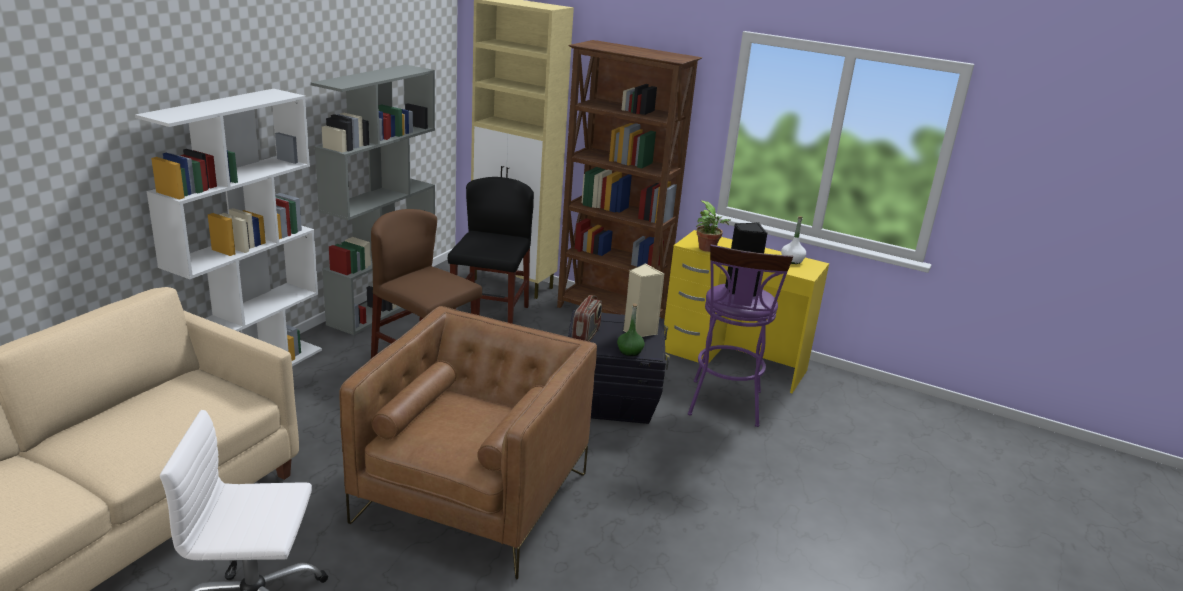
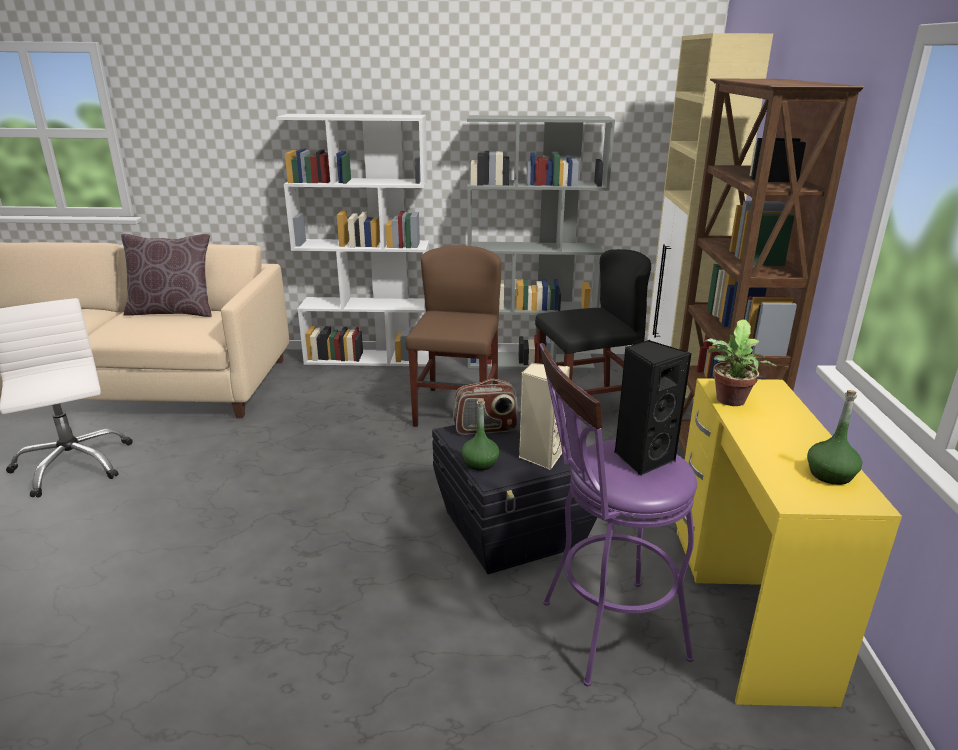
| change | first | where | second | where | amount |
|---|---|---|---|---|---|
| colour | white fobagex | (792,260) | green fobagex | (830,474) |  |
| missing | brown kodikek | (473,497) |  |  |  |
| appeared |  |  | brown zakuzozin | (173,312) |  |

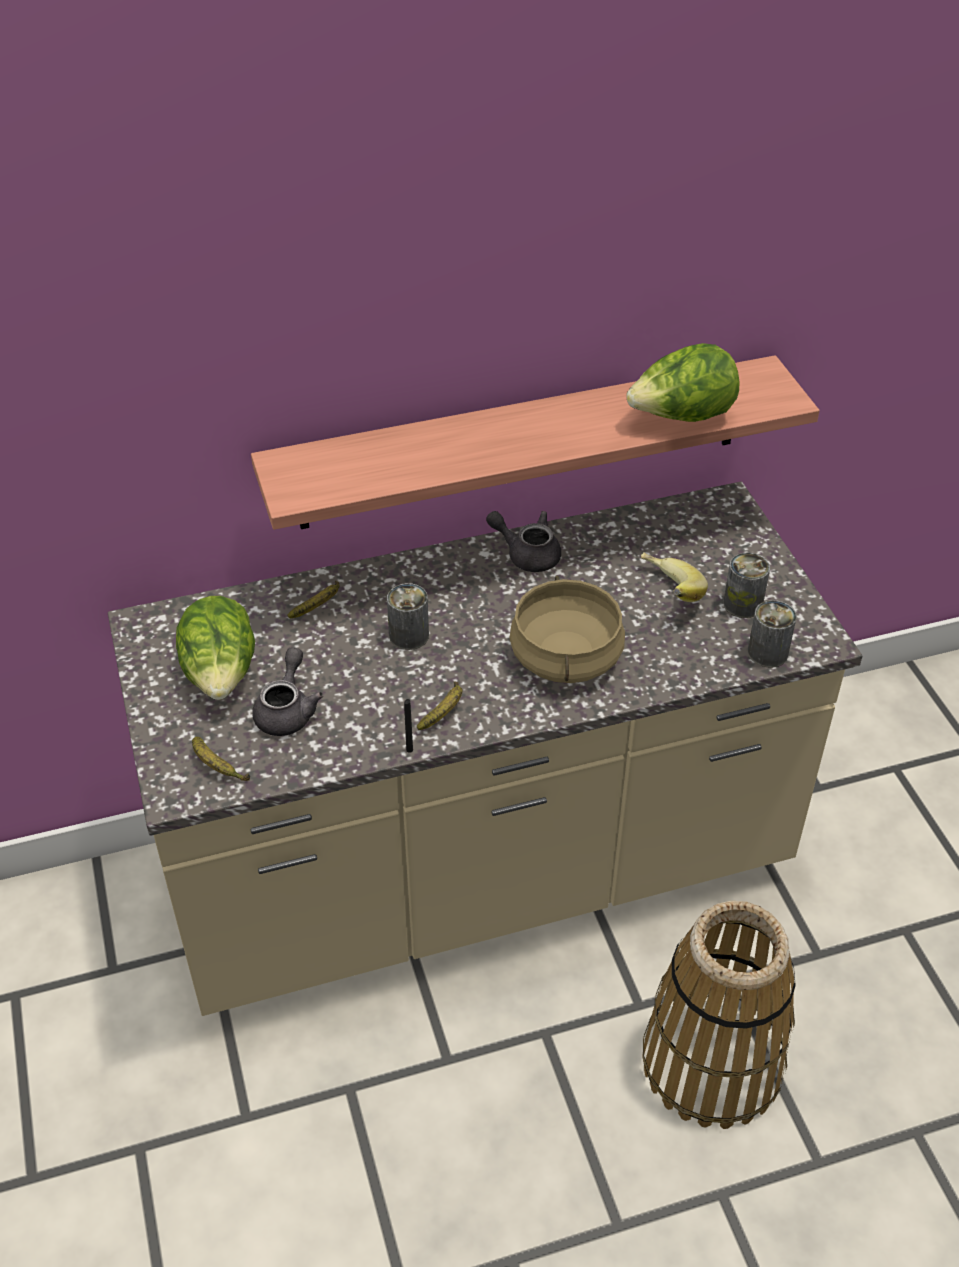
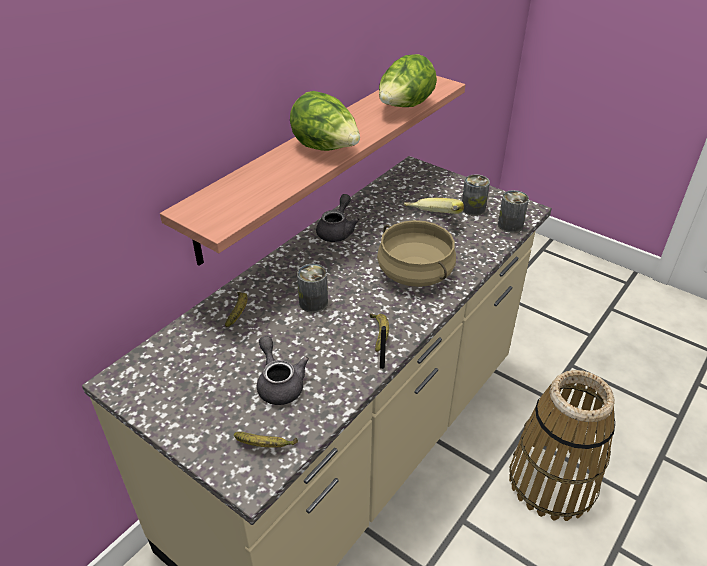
| change | first | where | second | where | amount |
|---|---|---|---|---|---|
| spun | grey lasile | (527,554) |  | (337,231) | 120 degrees clockwise |
| relocated | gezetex | (221,675) |  | (326,149) |  |

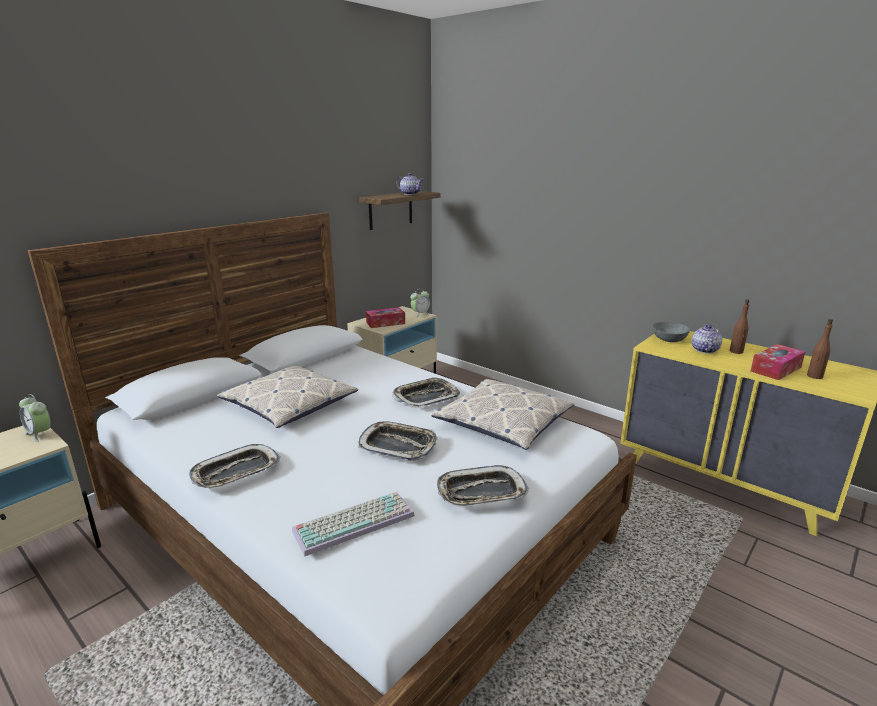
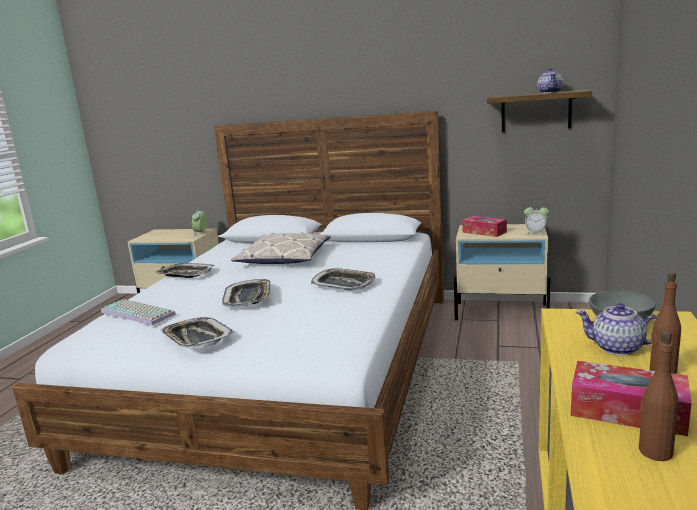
| change | first | where | second | where | amount |
|---|---|---|---|---|---|
| spun | lasile | (704,350) |  | (618,348) | 150 degrees counterclockwise |
| missing | zakuzozin | (503,422) |  |  |  |

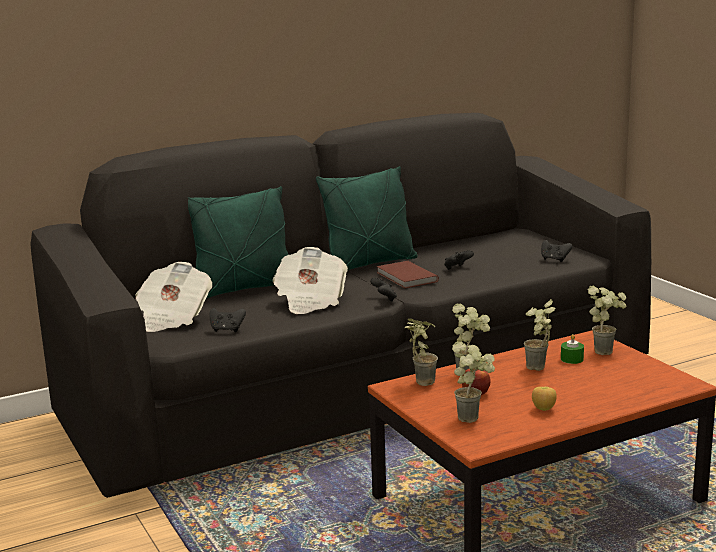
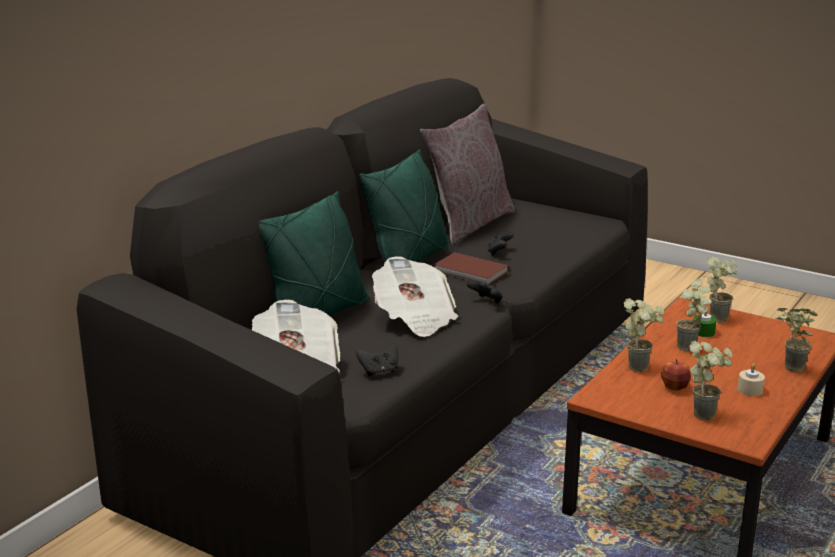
| change | first | where | second | where | amount |
|---|---|---|---|---|---|
| missing | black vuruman | (554,259) |  |  |  |
| relocated | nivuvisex | (419,381) |  | (788,369) |  |
| exchanged | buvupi | (543,409) | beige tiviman | (750,390) |  |
| appeared |  |  | grey zakuzozin | (468,224) |  |

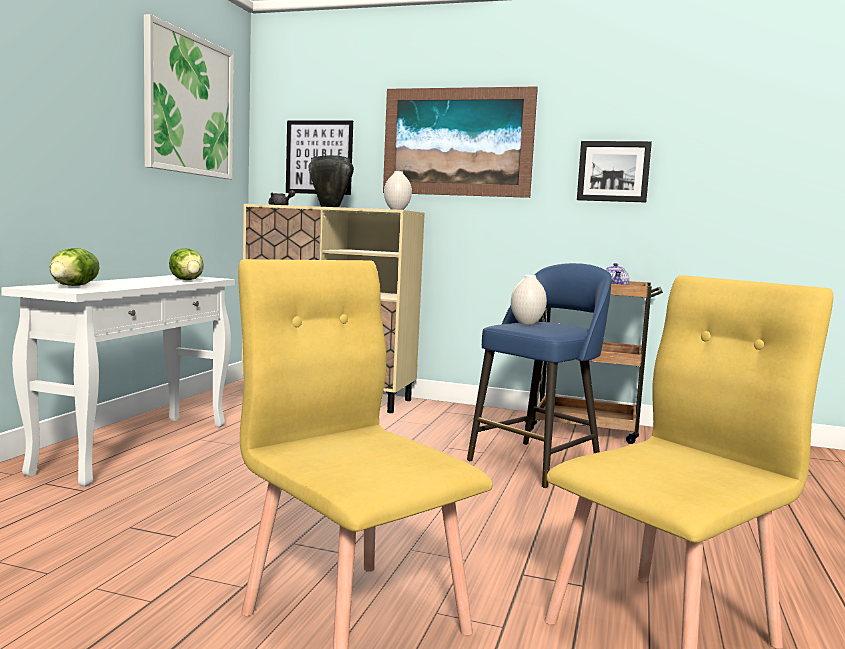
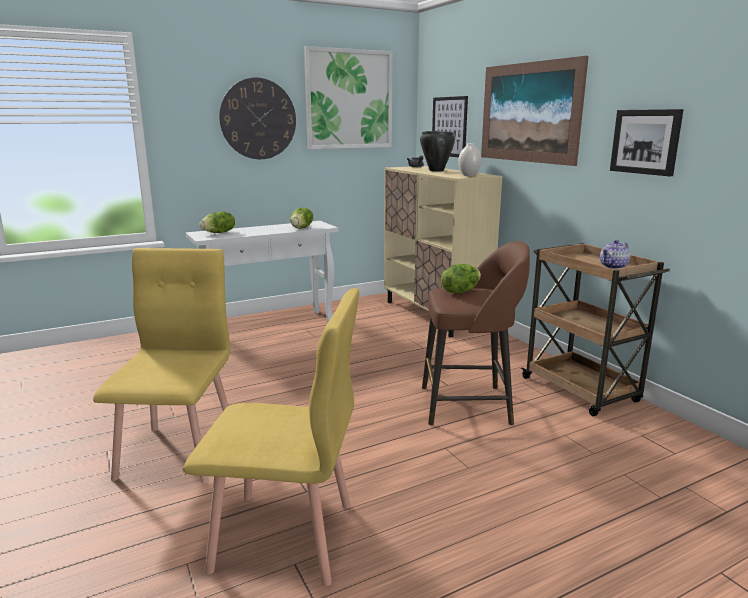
| change | first | where | second | where | amount |
|---|---|---|---|---|---|
| colour | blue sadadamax | (537,462) | brown sadadamax | (468,405) |  |
| exchanged | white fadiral | (526,323) | gezetex | (460,291) |  |
| appeared |  |  | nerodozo | (258,119) |  |

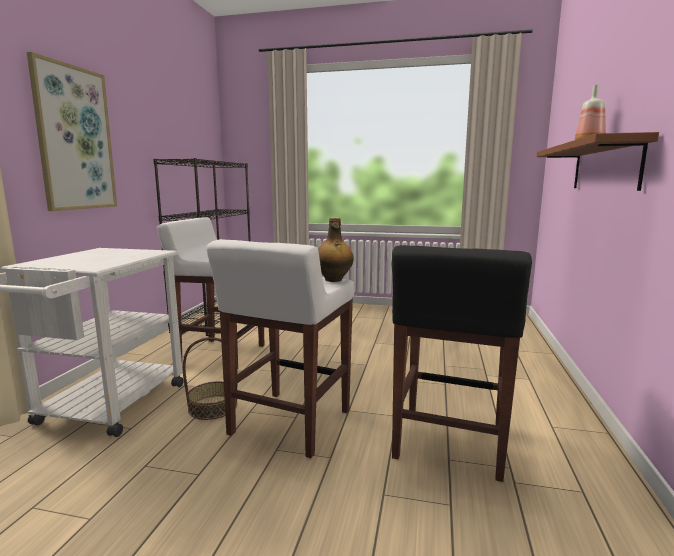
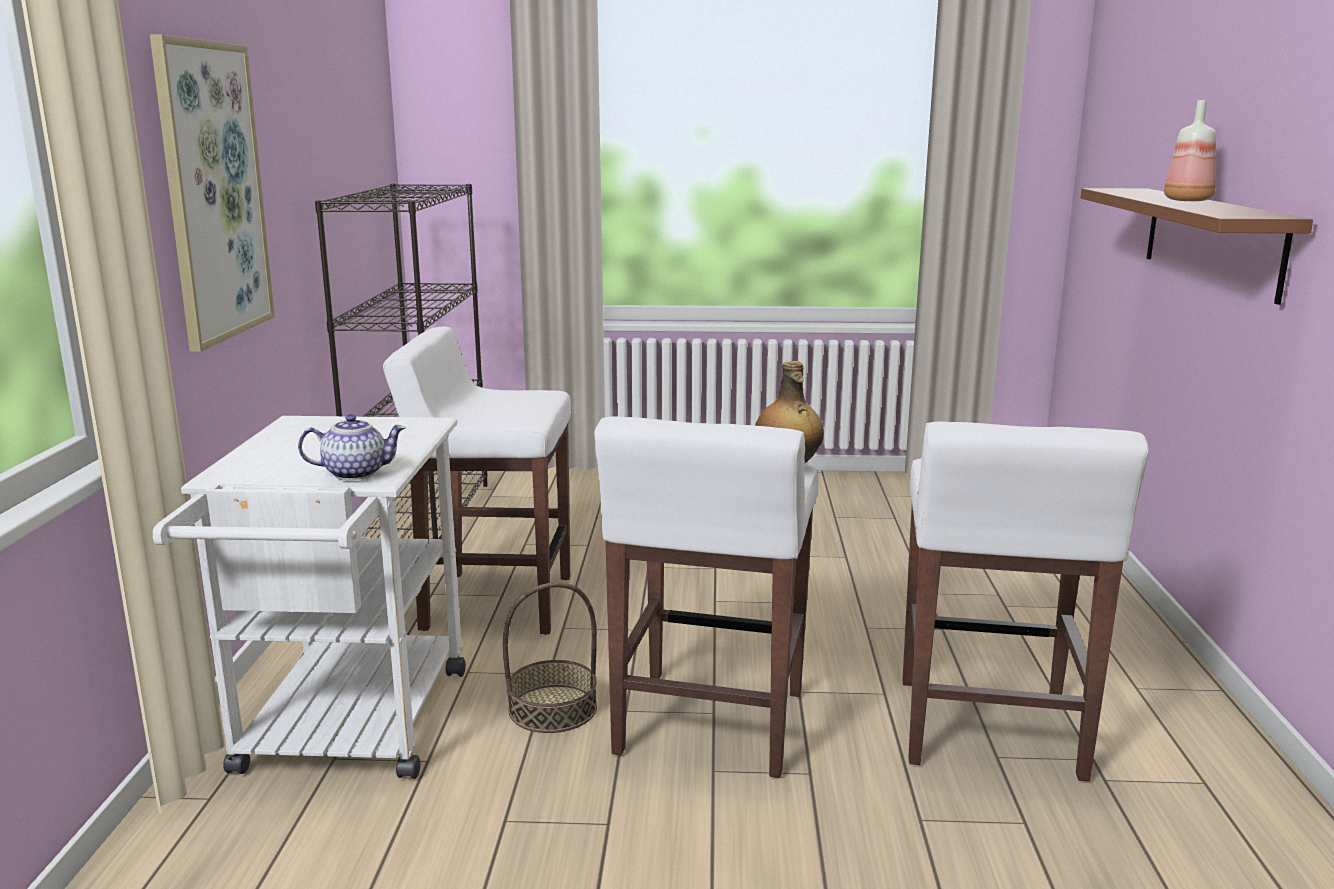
| change | first | where | second | where | amount |
|---|---|---|---|---|---|
| colour | black sadadamax | (449,443) | white sadadamax | (988,730) |  |
| appeared |  |  | lasile | (356,473) |  |

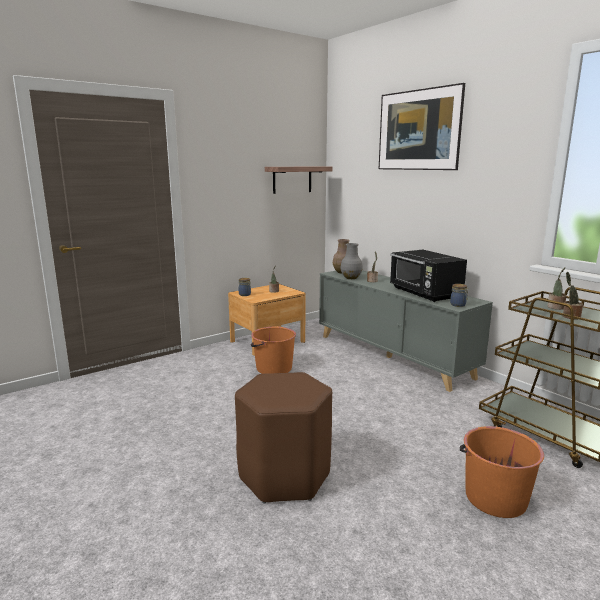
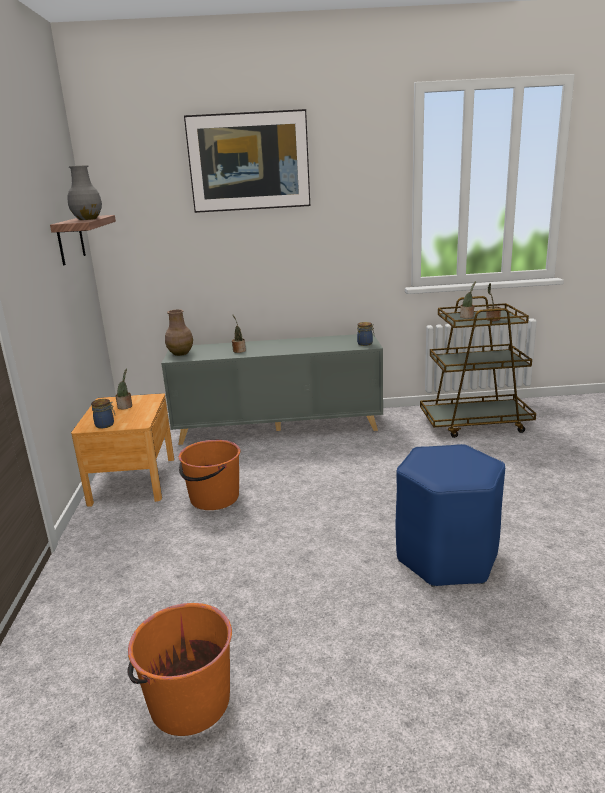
| change | first | where | second | where | amount |
|---|---|---|---|---|---|
| relocated | grey fadiral | (350,278) |  | (87,219) |  |
| missing | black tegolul | (425,293) |  |  |  |
| colour | brown sadadamax | (284,475) | blue sadadamax | (446,557) |  |
| relocated | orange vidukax | (495,497) |  | (189,702) |  |

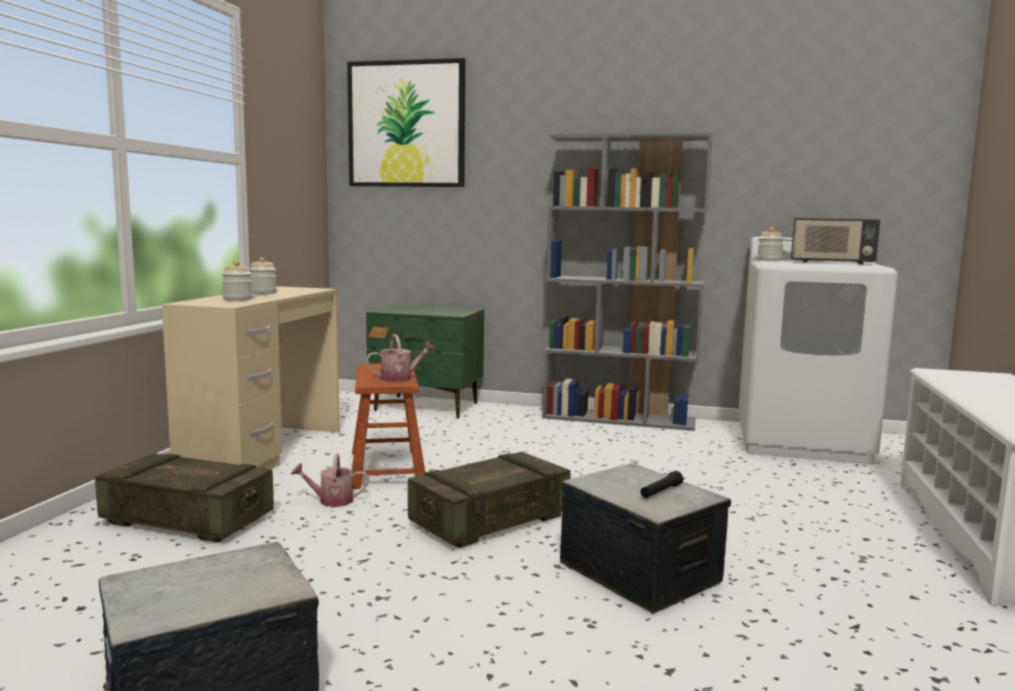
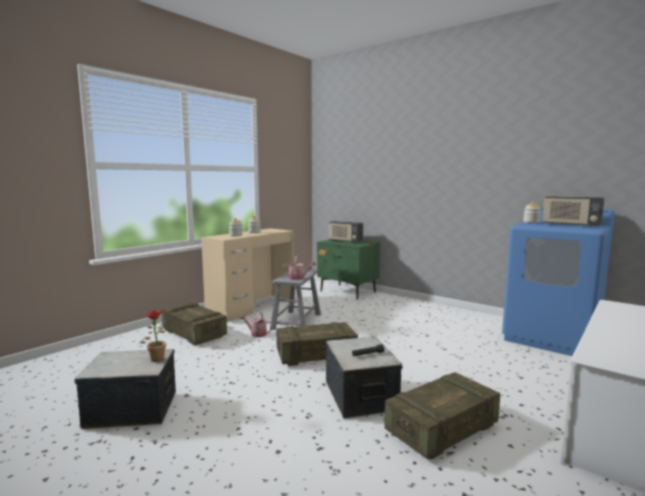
| change | first | where | second | where | amount |
|---|---|---|---|---|---|
| missing | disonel | (406,124) |  |  |  |
| missing | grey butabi | (619,419) |  |  |  |
| colour | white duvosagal | (803,442) | blue duvosagal | (551,338) |  |
| colour | brown sadadamax | (387,468) | grey sadadamax | (296,321) |  |
| appeared |  |  | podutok | (345,241) |  |
| appeared |  |  | nivuvisex | (156,358) |  |
| appeared |  |  | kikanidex | (442,429) |  |

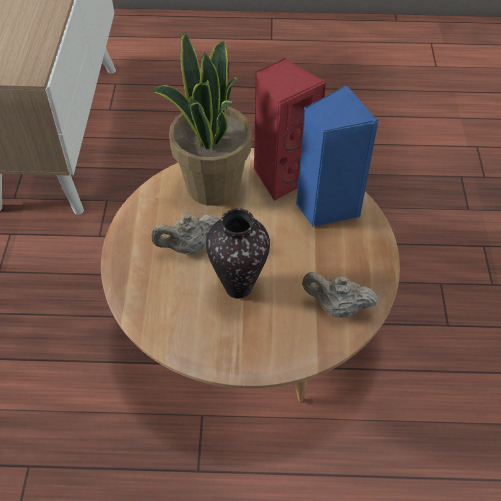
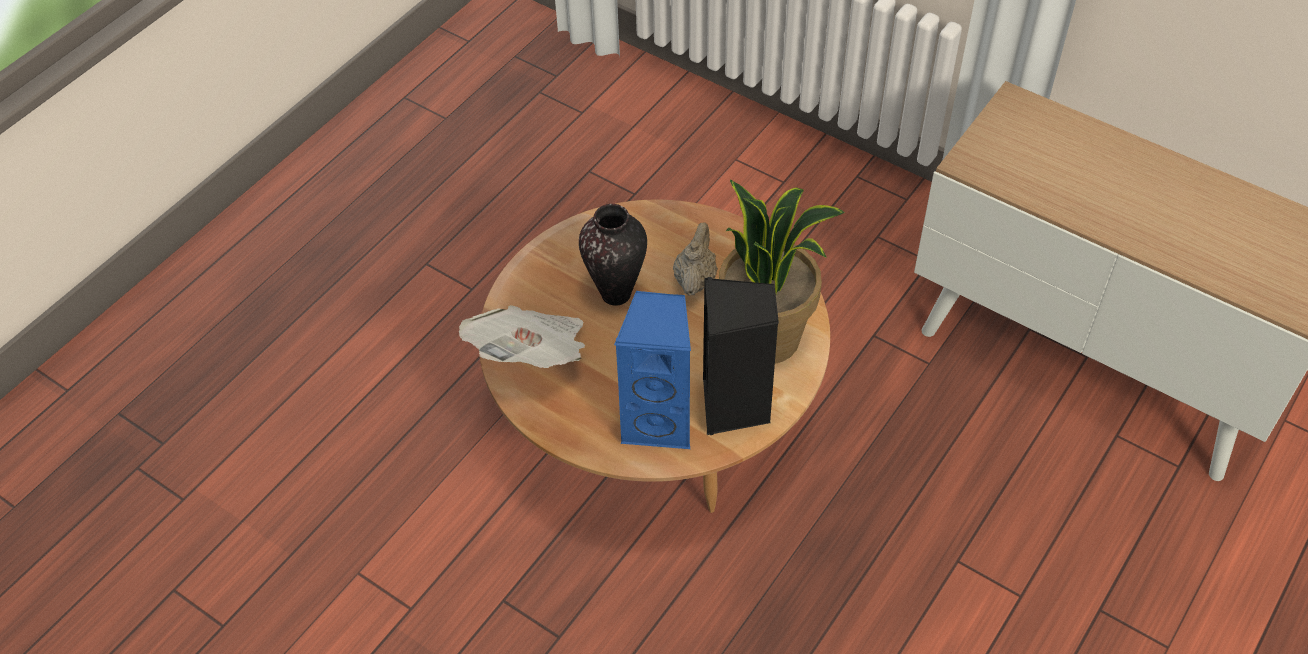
| change | first | where | second | where | amount |
|---|---|---|---|---|---|
| colour | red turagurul | (281,176) | black turagurul | (735,407) |  |
| exchanged | beige lasile | (336,307) | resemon | (531,355) |  |

